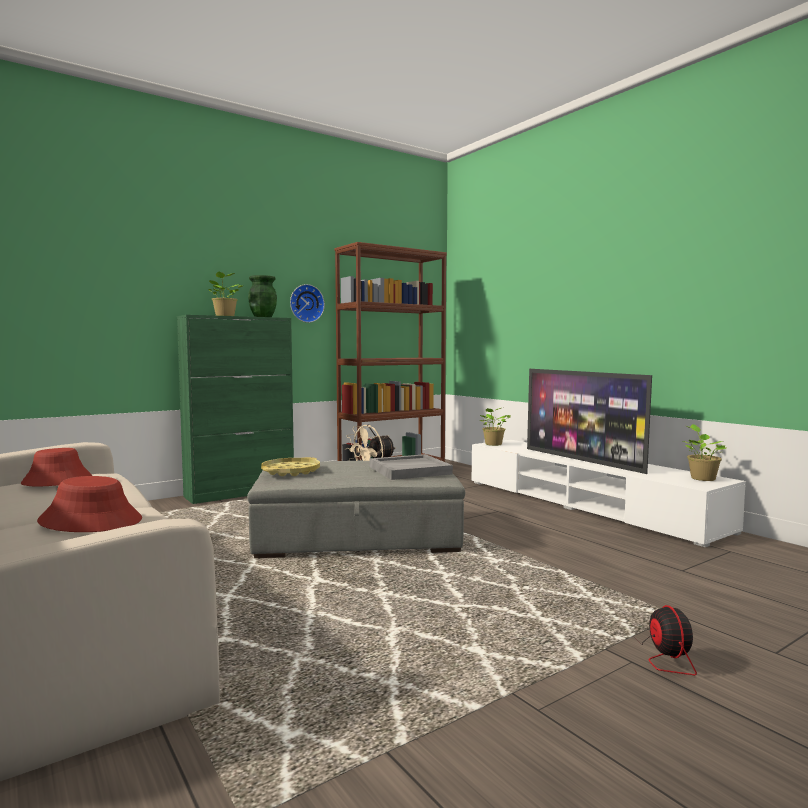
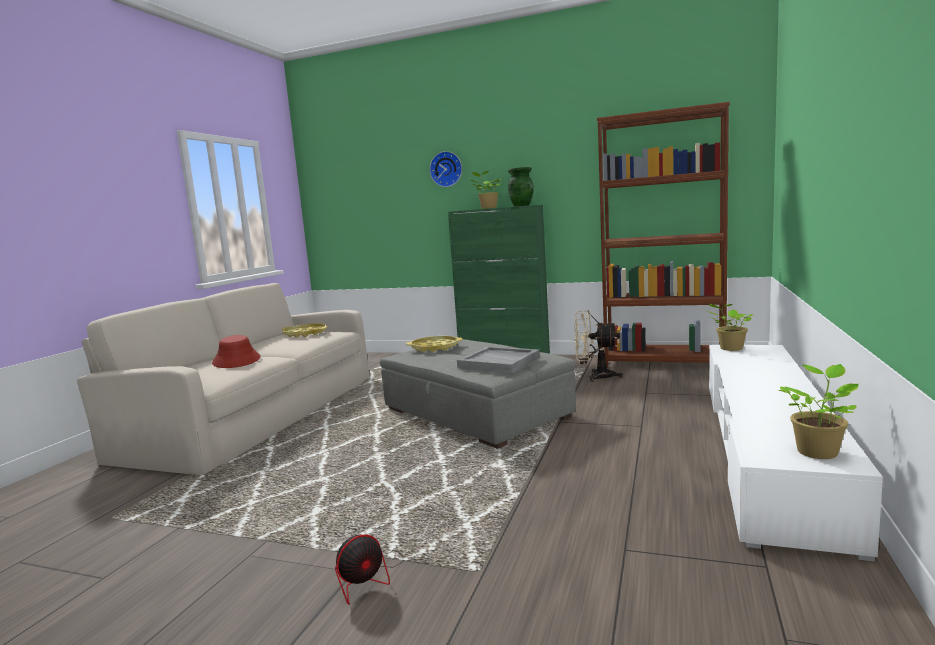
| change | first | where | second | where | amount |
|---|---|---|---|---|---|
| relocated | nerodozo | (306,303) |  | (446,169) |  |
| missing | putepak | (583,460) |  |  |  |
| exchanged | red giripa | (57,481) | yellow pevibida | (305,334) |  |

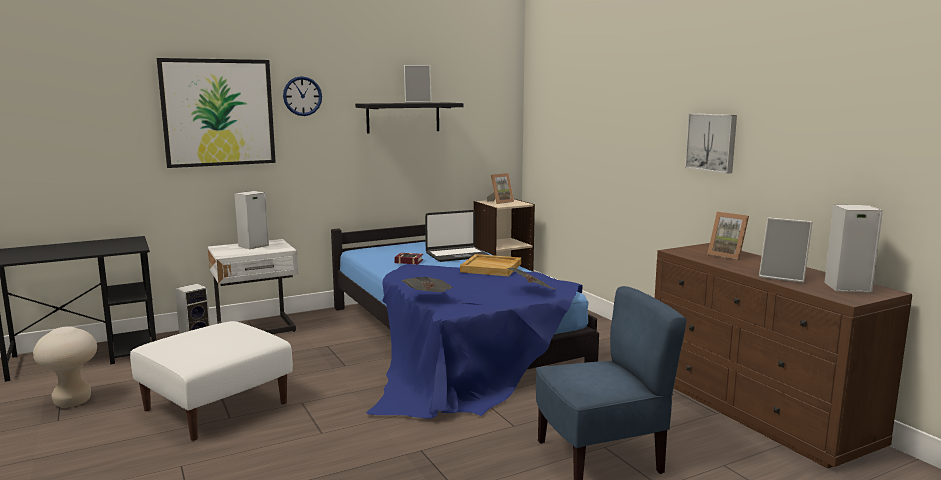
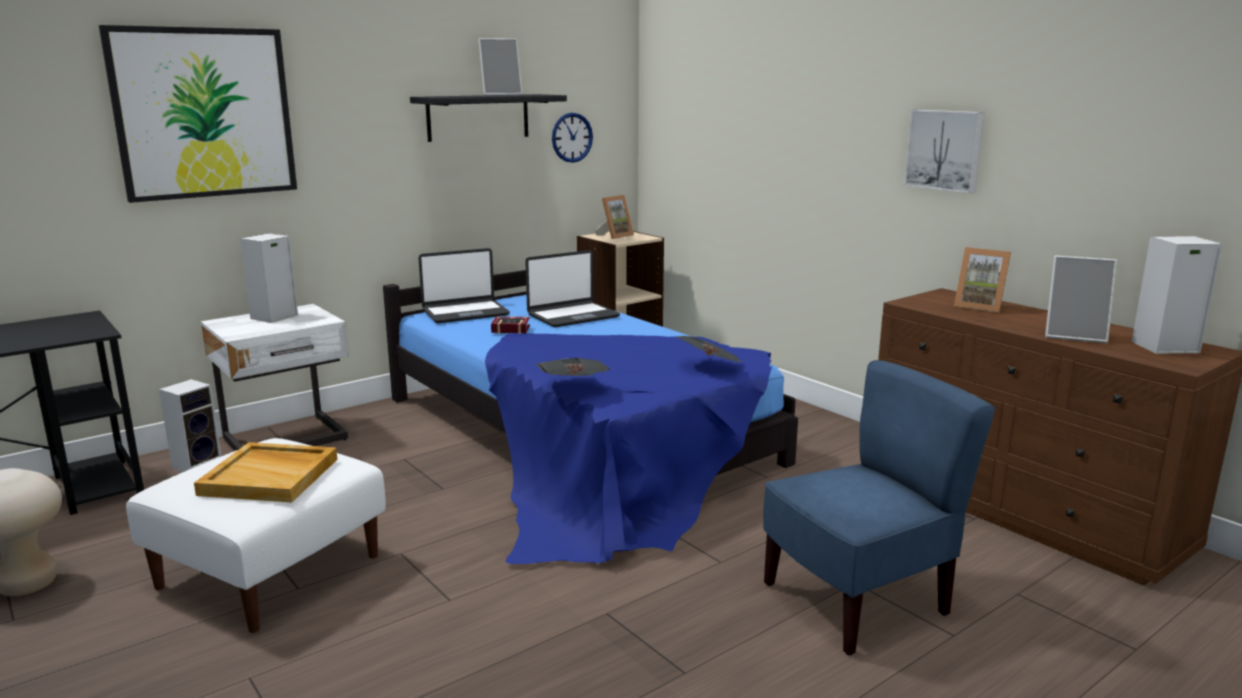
| change | first | where | second | where | amount |
|---|---|---|---|---|---|
| relocated | nerodozo | (302,96) |  | (572,137) |  |
| relocated | beige pevibida | (491,268) |  | (271,476) |  |
| appeared |  |  | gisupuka | (465,313) |  |

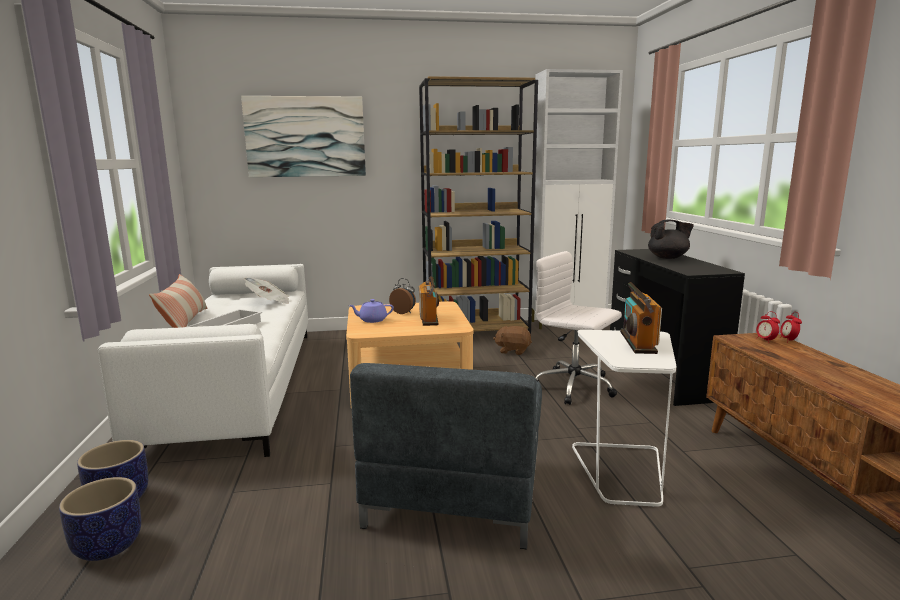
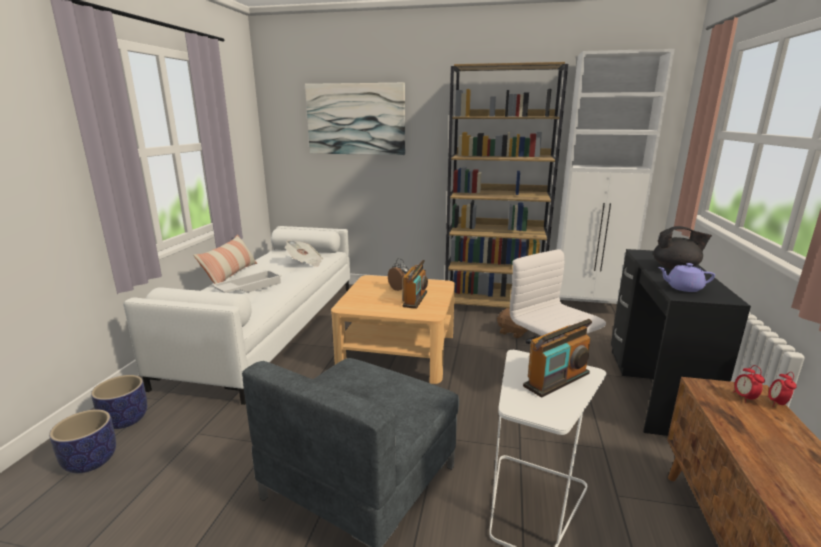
| change | first | where | second | where | amount |
|---|---|---|---|---|---|
| spun | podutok | (637,342) |  | (557,380) | 150 degrees counterclockwise |
| relocated | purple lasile | (372,320) |  | (683,288) |  |

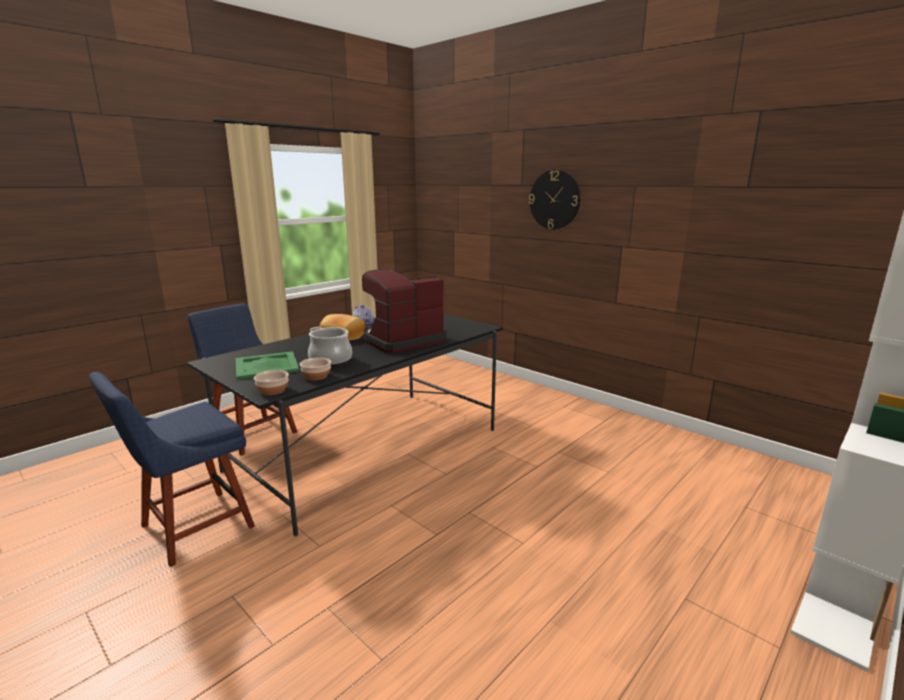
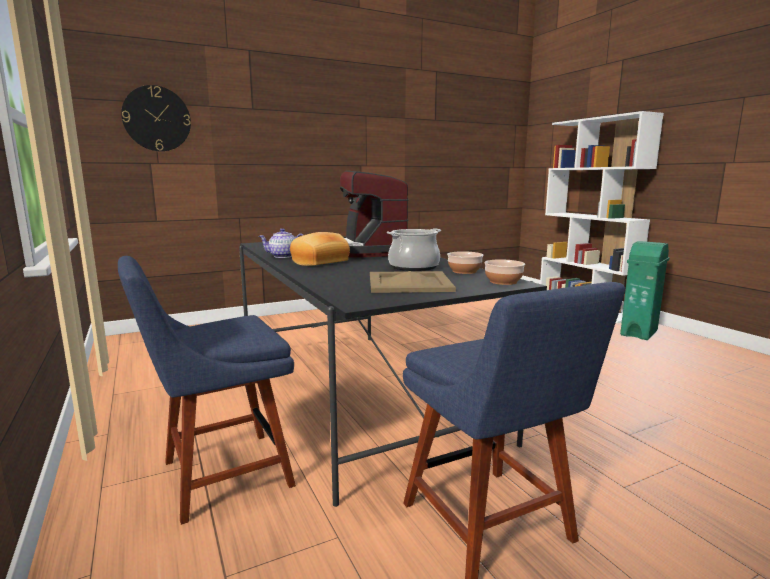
| change | first | where | second | where | amount |
|---|---|---|---|---|---|
| relocated | nerodozo | (554,199) |  | (157,119) |  |
| colour | green pevibida | (267,366) | beige pevibida | (410,282) |  |
| appeared |  |  | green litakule | (639,333) |  |

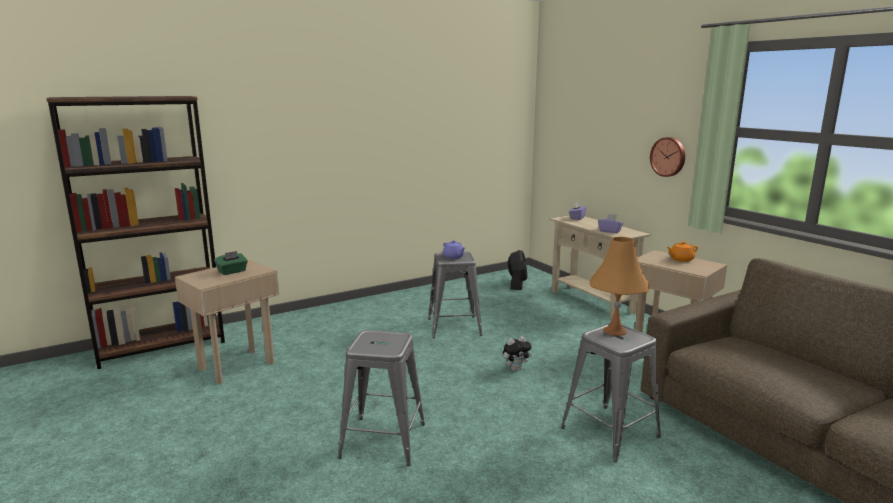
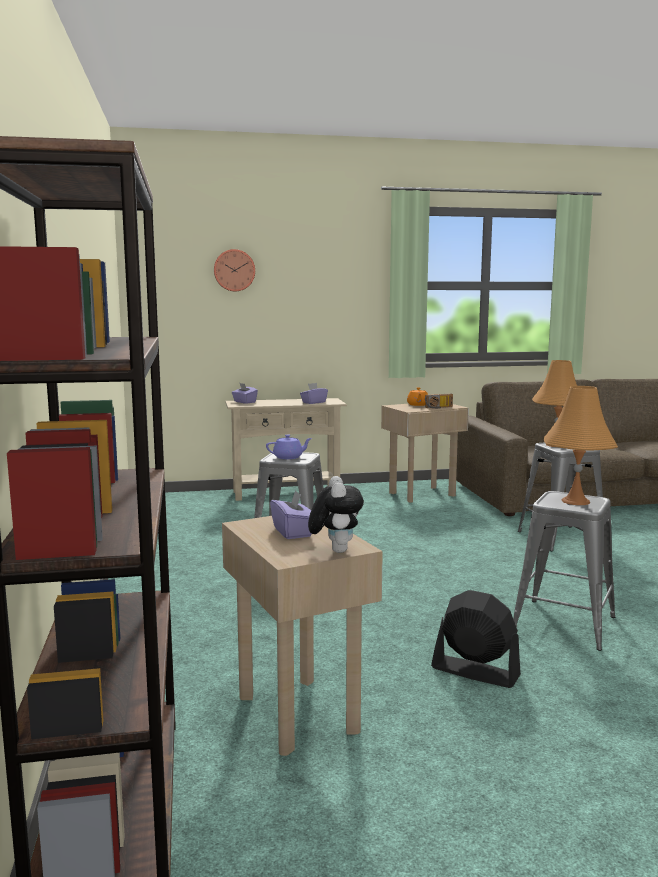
| change | first | where | second | where | amount |
|---|---|---|---|---|---|
| relocated | nerodozo | (668,157) |  | (234,270) |  |
| relocated | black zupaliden | (517,284) |  | (474,671) |  |
| colour | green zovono | (232,272) | purple zovono | (293,532) |  |
| relocated | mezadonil | (516,369) |  | (335,550) |  |
| appeared |  |  | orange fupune | (575,501) |  |
| appeared |  |  | podutok | (439,407) |  |

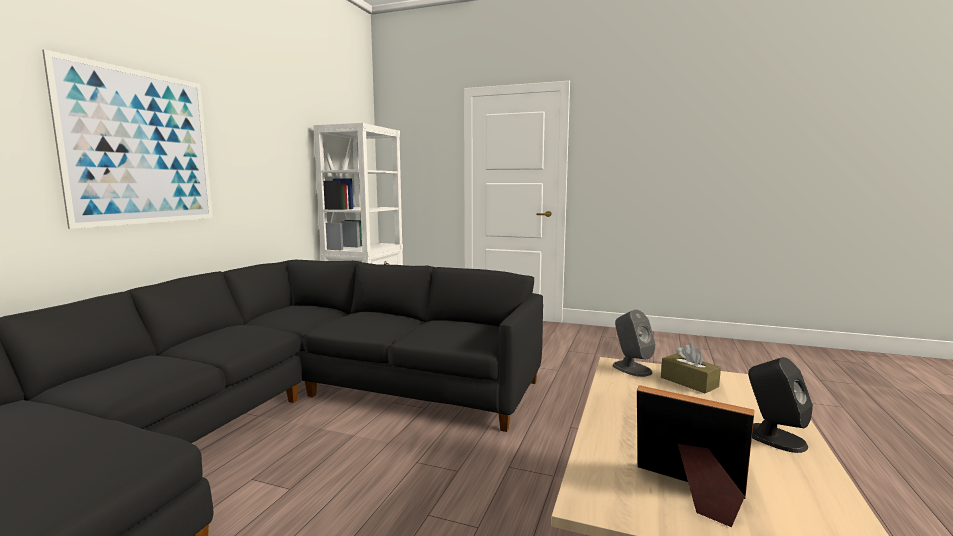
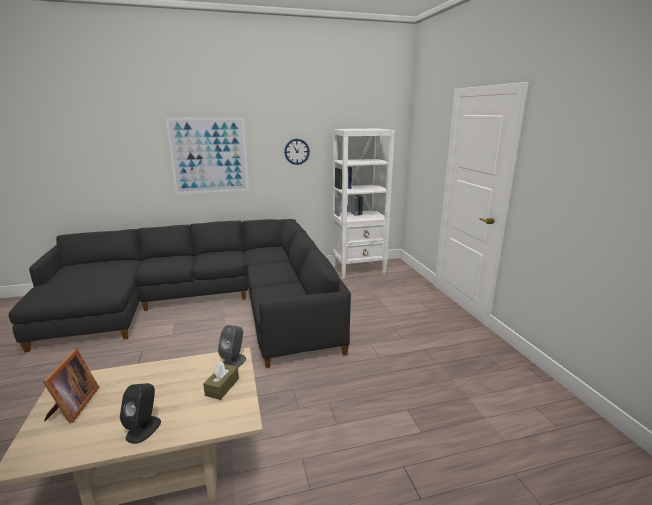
| change | first | where | second | where | amount |
|---|---|---|---|---|---|
| appeared |  |  | nerodozo | (297,151) |  |

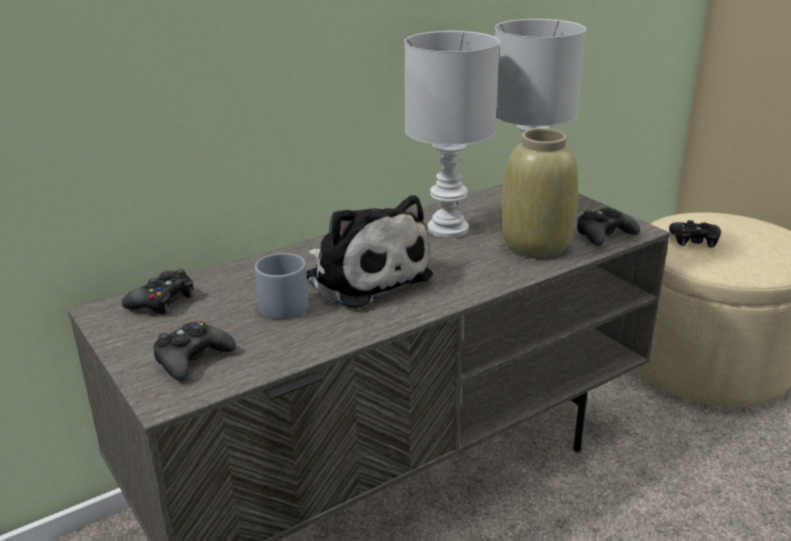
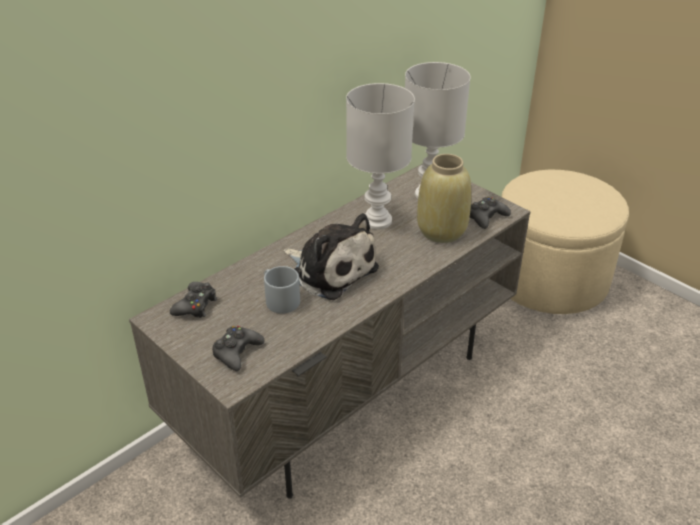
| change | first | where | second | where | amount |
|---|---|---|---|---|---|
| missing | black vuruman | (694,240) |  |  |  |

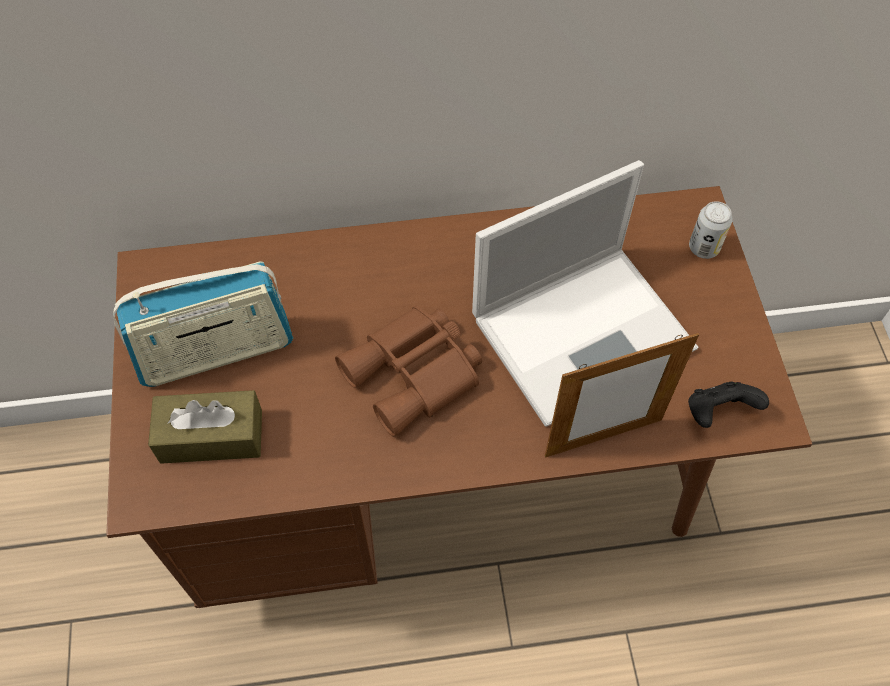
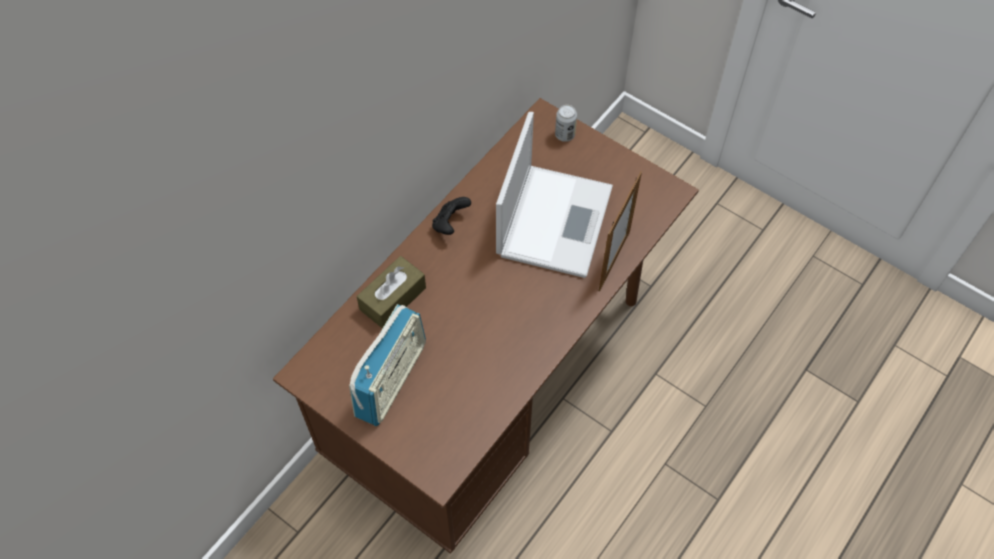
| change | first | where | second | where | amount |
|---|---|---|---|---|---|
| missing | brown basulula | (416,375) |  |  |  |
| relocated | black vuruman | (717,412) |  | (450,224) |  |
| relocated | brown zovono | (211,436) |  | (393,298) |  |

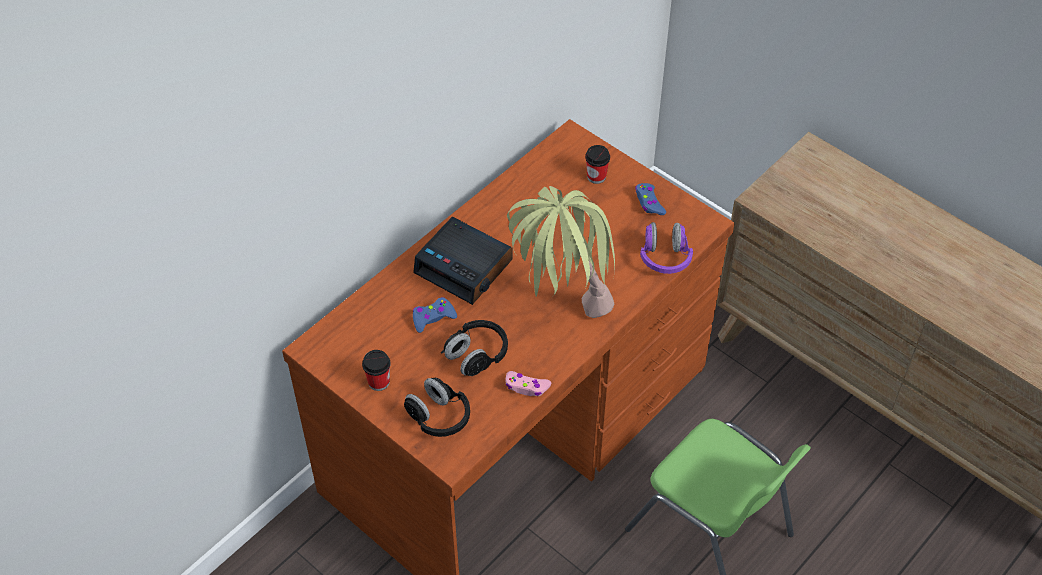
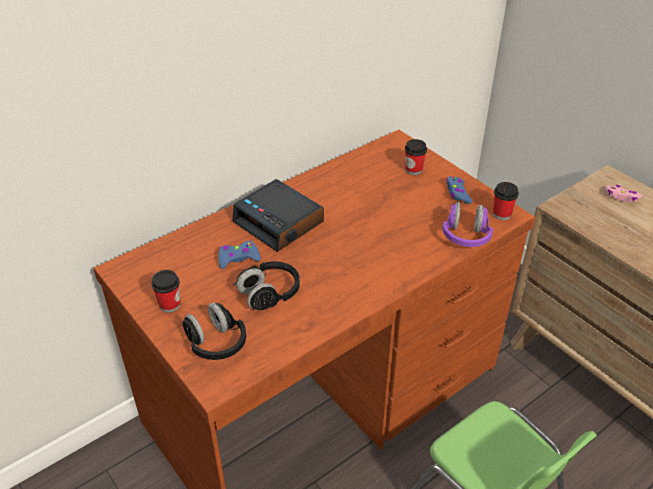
| change | first | where | second | where | amount |
|---|---|---|---|---|---|
| missing | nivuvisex | (560,307) |  |  |  |
| relocated | pink vuruman | (526,387) |  | (621,197) |  |
| appeared |  |  | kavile | (501,214) |  |

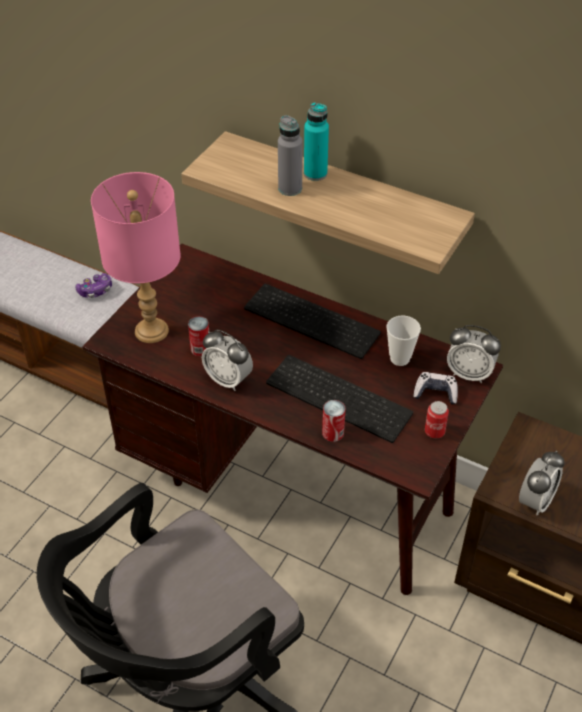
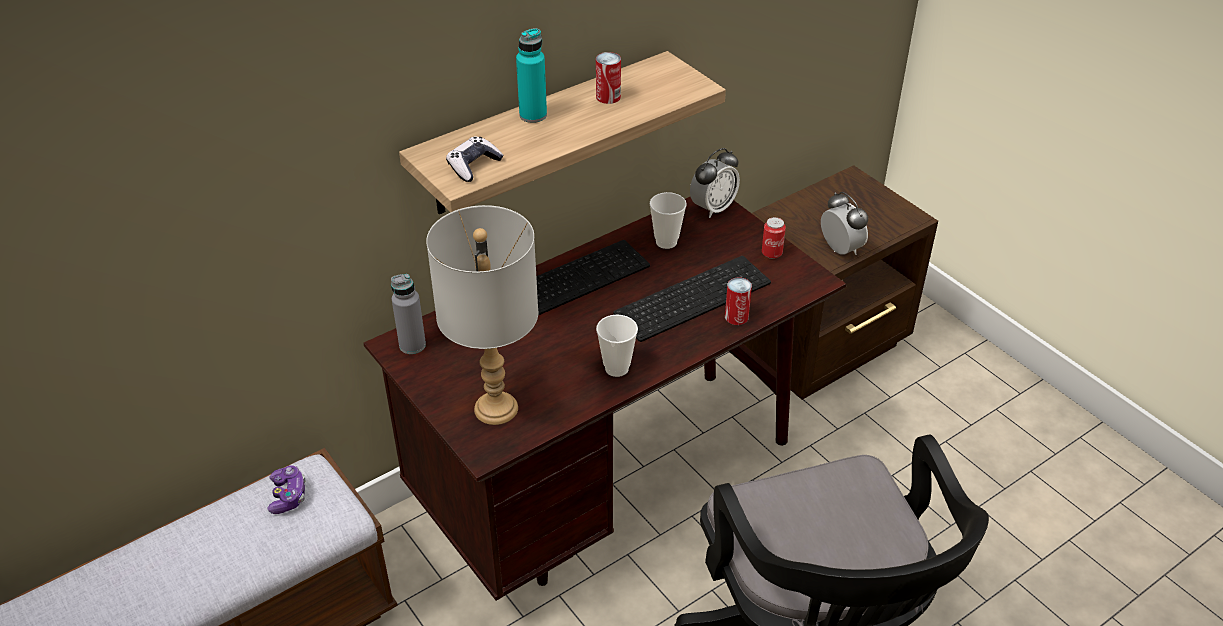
| change | first | where | second | where | amount |
|---|---|---|---|---|---|
| relocated | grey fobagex | (290,188) |  | (412,345) |  |
| colour | pink fupune | (151,330) | grey fupune | (495,408) |  |
| relocated | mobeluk | (200,348) |  | (608,97) |  |
| exchanged | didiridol | (228,380) | kavile | (616,368) |  |
| relocated | vuruman | (435,393) |  | (473,166) |  |

